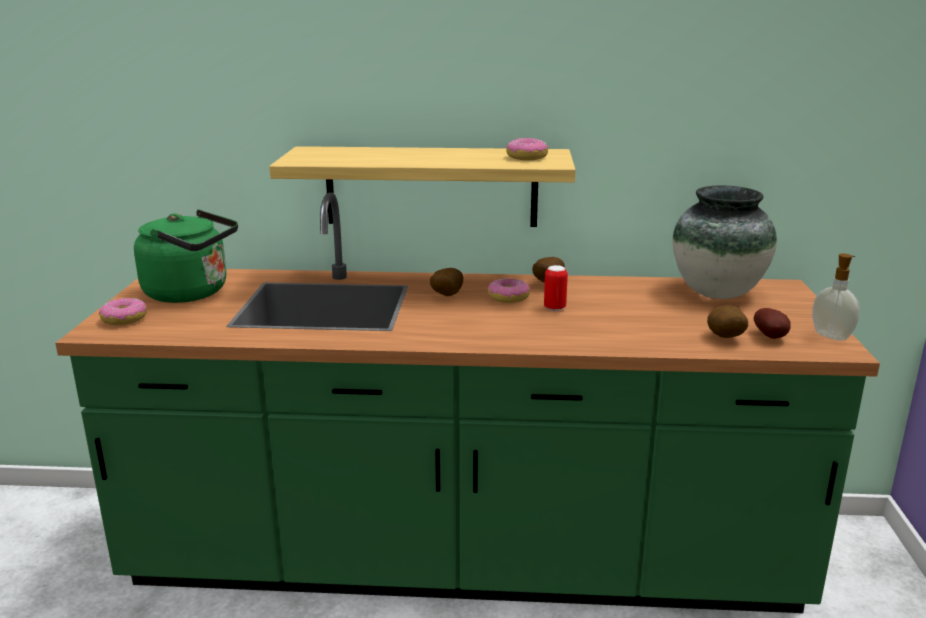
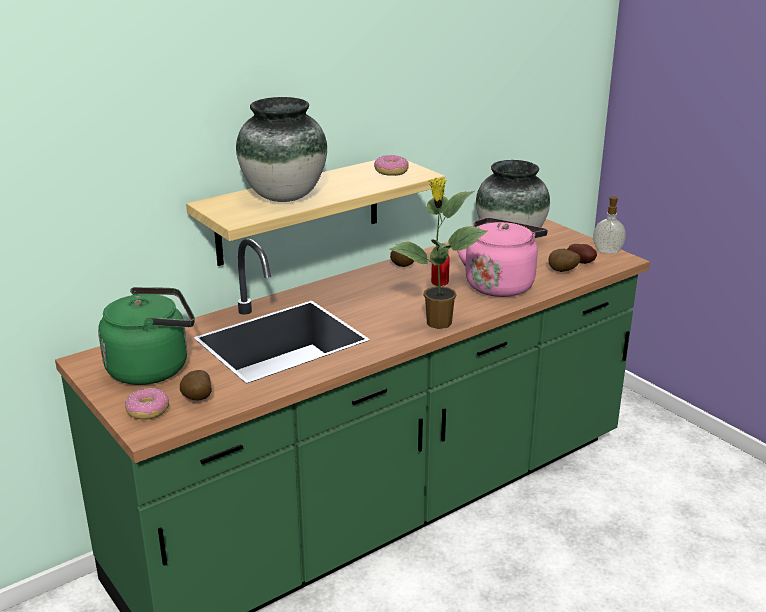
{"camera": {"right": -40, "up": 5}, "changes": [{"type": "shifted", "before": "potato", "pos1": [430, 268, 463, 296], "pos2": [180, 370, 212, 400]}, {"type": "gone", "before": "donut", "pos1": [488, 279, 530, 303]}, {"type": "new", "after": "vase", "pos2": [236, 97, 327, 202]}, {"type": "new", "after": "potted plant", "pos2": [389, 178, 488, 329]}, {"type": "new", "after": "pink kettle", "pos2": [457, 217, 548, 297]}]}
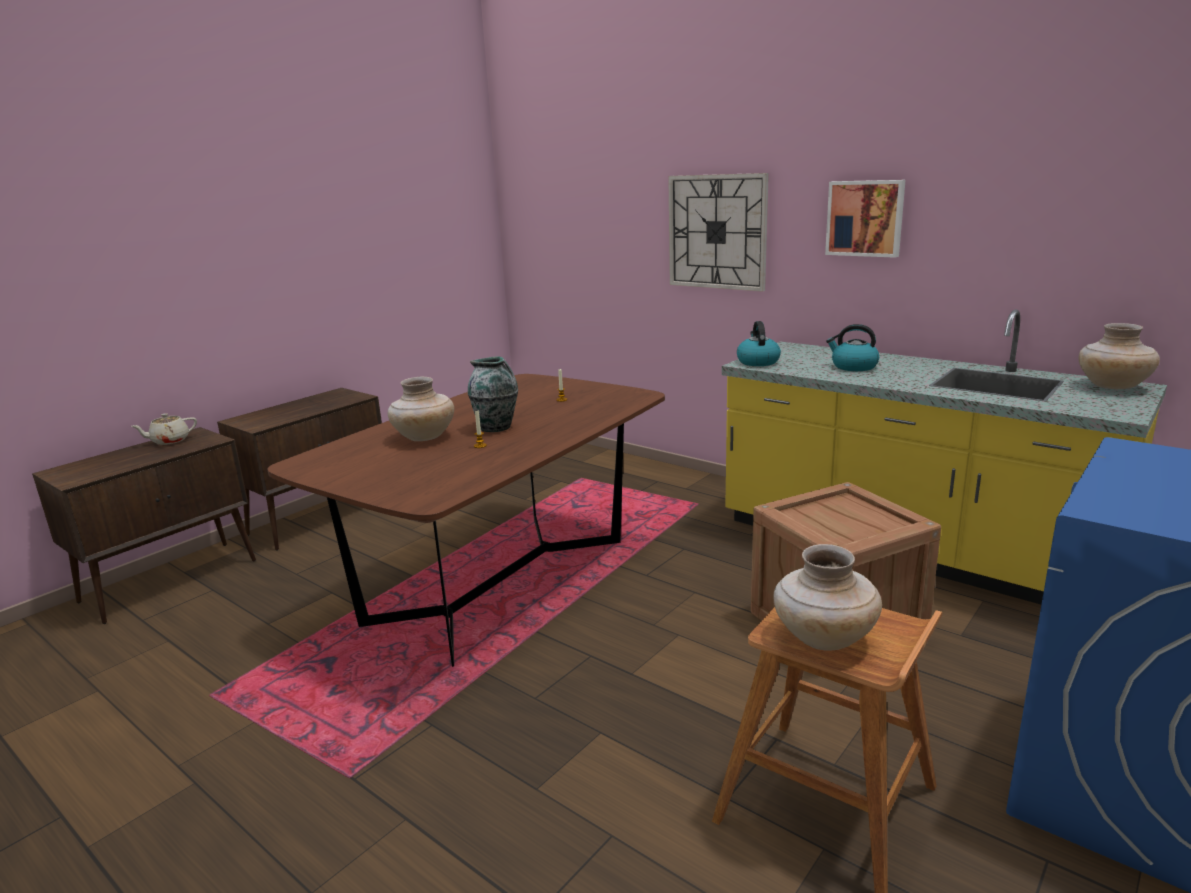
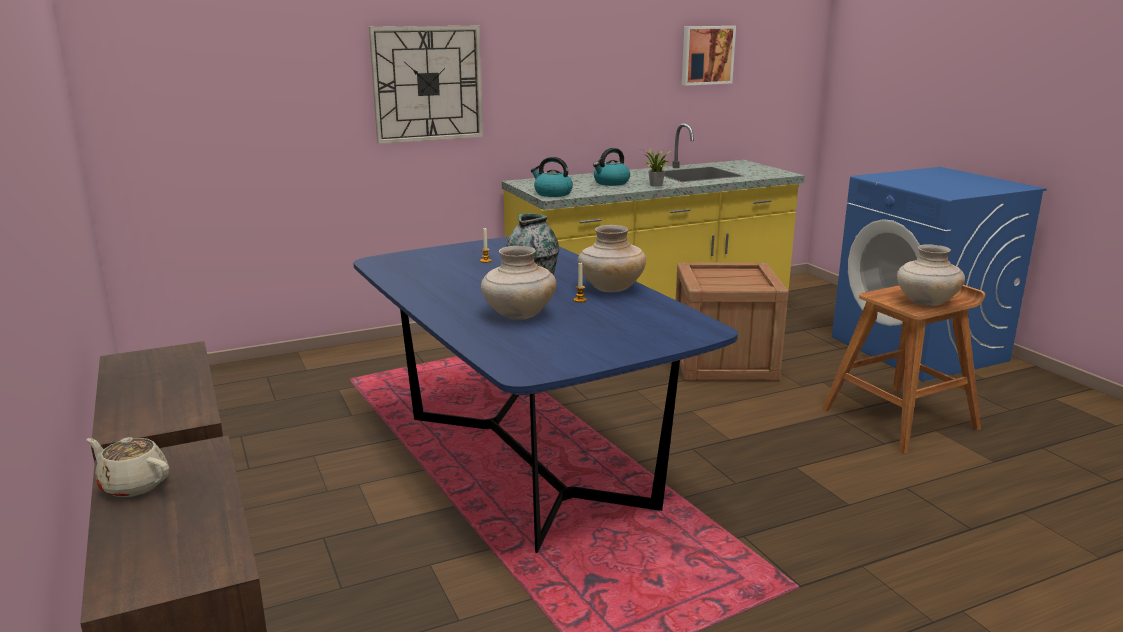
{"camera": {"right": -65, "up": 0}, "changes": [{"type": "shifted", "before": "picture", "pos1": [825, 180, 905, 258], "pos2": [682, 26, 736, 86]}, {"type": "shifted", "before": "beige vase", "pos1": [1078, 323, 1160, 389], "pos2": [578, 225, 646, 292]}, {"type": "repainted", "before": "brown dining table", "after": "blue dining table", "pos1": [268, 374, 665, 667], "pos2": [353, 237, 738, 553]}, {"type": "rotated", "before": "beige teapot", "pos1": [131, 413, 197, 445], "pos2": [87, 437, 169, 497], "turn": 120}, {"type": "new", "after": "potted plant", "pos2": [641, 147, 671, 187]}]}
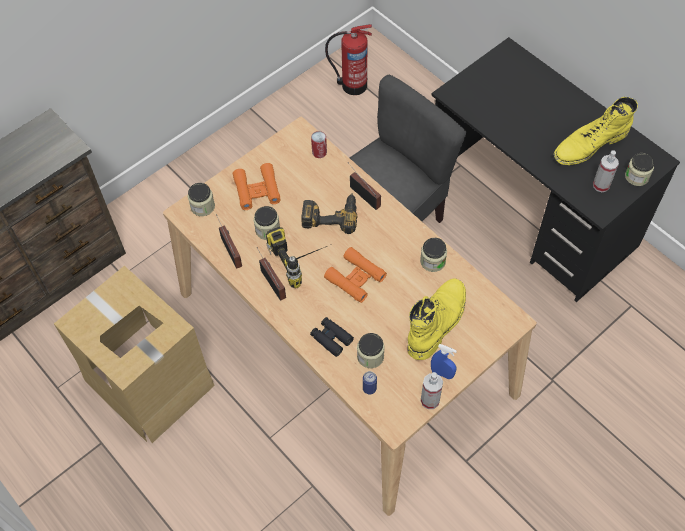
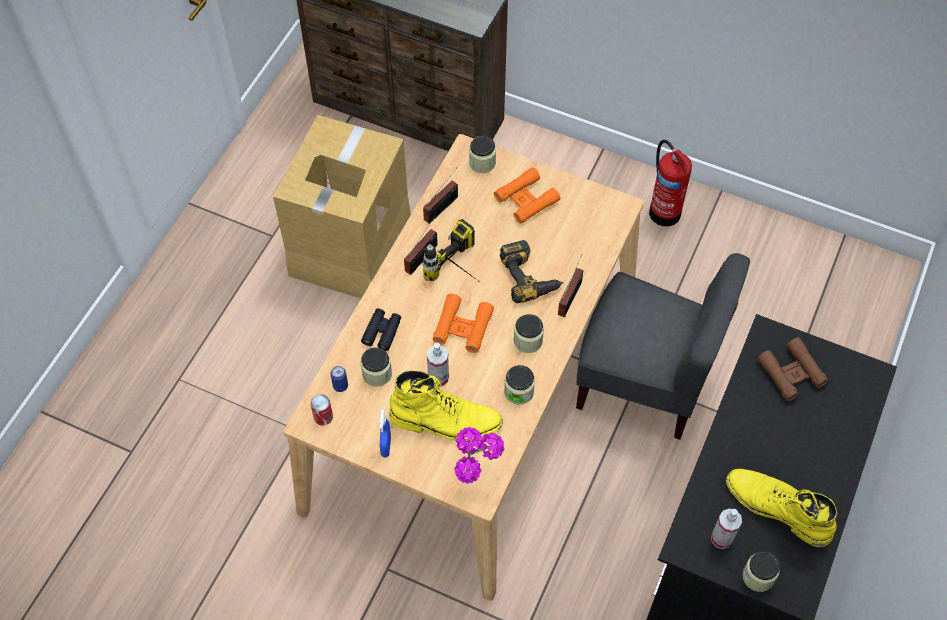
{"camera": {"right": 65, "up": 0}, "changes": [{"type": "shifted", "before": "fire extinguisher", "pos1": [325, 24, 372, 95], "pos2": [649, 140, 692, 226]}, {"type": "shifted", "before": "can", "pos1": [311, 131, 327, 158], "pos2": [311, 394, 333, 426]}, {"type": "shifted", "before": "jar", "pos1": [254, 206, 280, 240], "pos2": [514, 314, 544, 353]}, {"type": "shifted", "before": "spray bottle", "pos1": [421, 372, 443, 409], "pos2": [427, 343, 449, 387]}, {"type": "new", "after": "brown binoculars", "pos2": [757, 337, 828, 401]}, {"type": "new", "after": "potted plant", "pos2": [454, 427, 505, 484]}]}
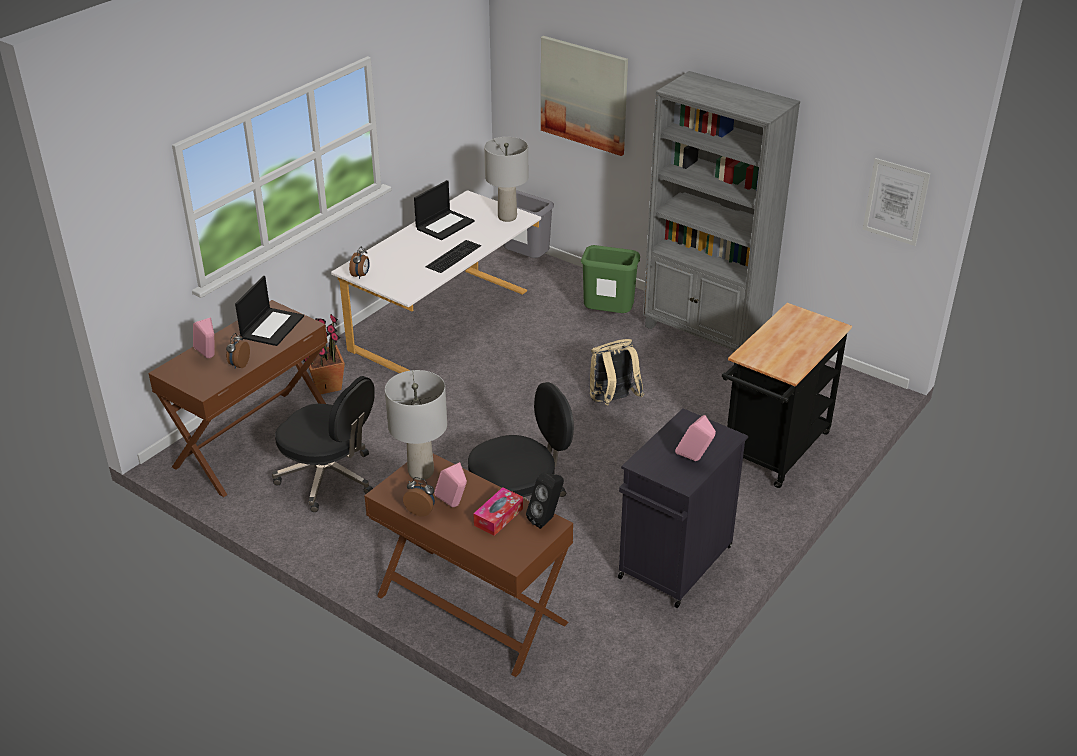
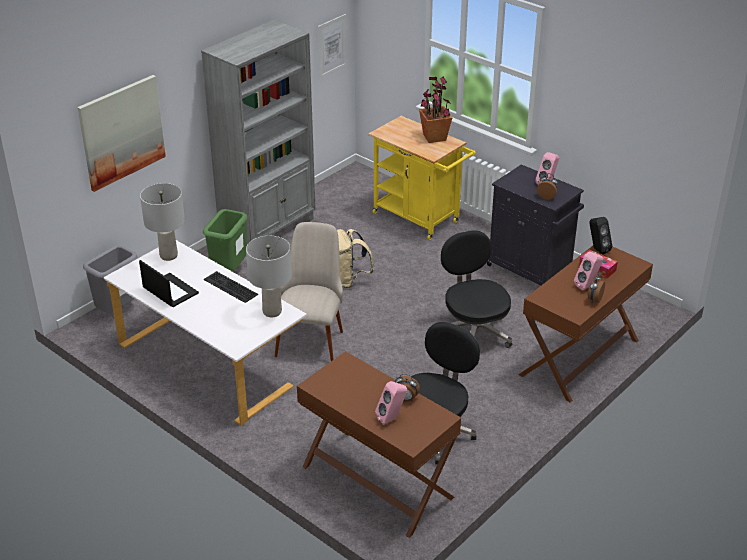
{"camera": {"right": -85, "up": 0}, "changes": [{"type": "shifted", "before": "alarm clock", "pos1": [349, 247, 370, 279], "pos2": [537, 173, 558, 200]}, {"type": "gone", "before": "laptop", "pos1": [235, 276, 304, 346]}, {"type": "repainted", "before": "black cart", "after": "yellow cart", "pos1": [722, 303, 852, 488], "pos2": [369, 116, 476, 240]}, {"type": "shifted", "before": "potted plant", "pos1": [303, 314, 345, 394], "pos2": [419, 77, 452, 143]}, {"type": "shifted", "before": "grey table lamp", "pos1": [385, 370, 447, 480], "pos2": [246, 236, 292, 317]}, {"type": "new", "after": "beige chair", "pos2": [275, 222, 343, 361]}]}
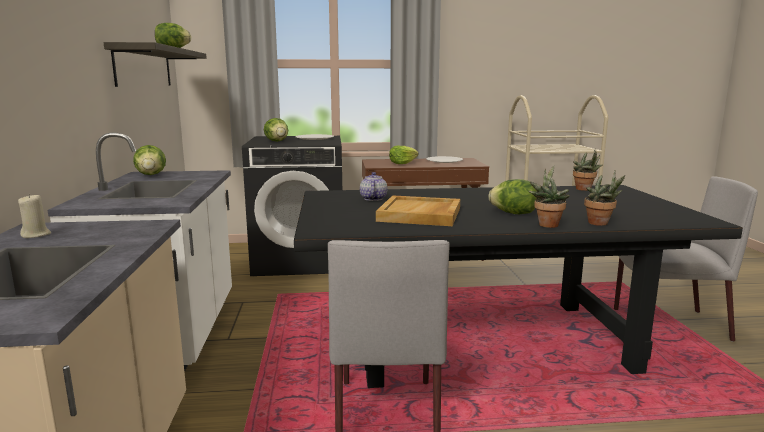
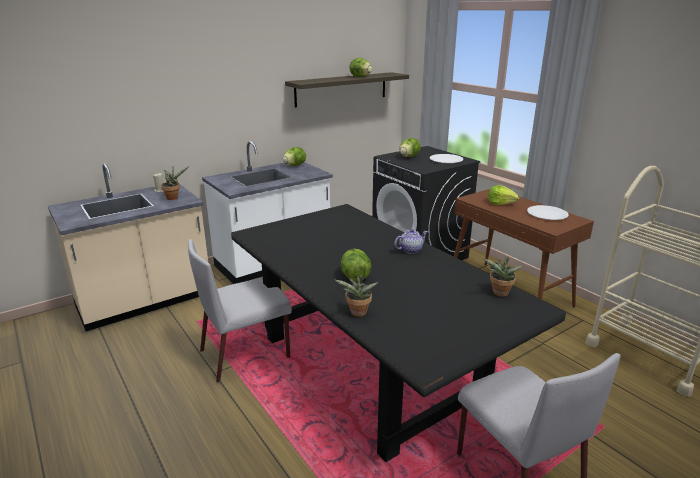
{"camera": {"right": 60, "up": 10}, "changes": [{"type": "shifted", "before": "potted plant", "pos1": [529, 166, 570, 228], "pos2": [161, 166, 189, 200]}, {"type": "shifted", "before": "teapot", "pos1": [360, 172, 387, 201], "pos2": [394, 229, 428, 254]}, {"type": "gone", "before": "beige tray", "pos1": [376, 195, 460, 226]}]}
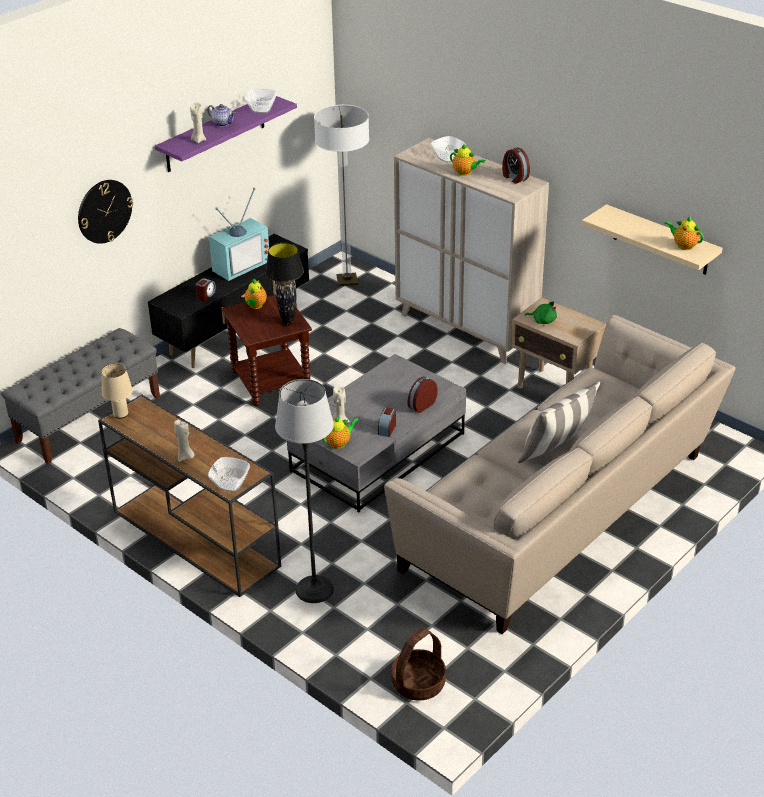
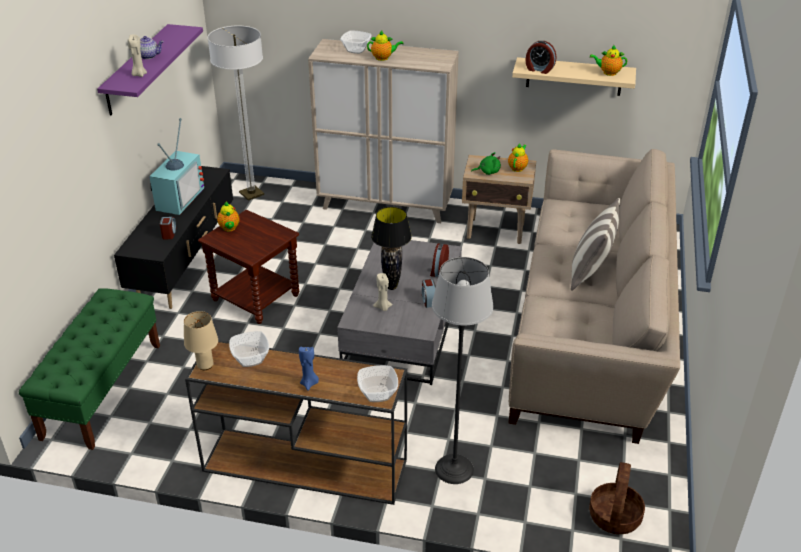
{"camera": {"right": -30, "up": 0}, "changes": [{"type": "shifted", "before": "bowl", "pos1": [245, 89, 277, 113], "pos2": [229, 331, 269, 367]}, {"type": "shifted", "before": "alarm clock", "pos1": [502, 147, 530, 184], "pos2": [525, 41, 556, 74]}, {"type": "gone", "before": "wall clock", "pos1": [78, 180, 133, 244]}, {"type": "shifted", "before": "black table lamp", "pos1": [265, 243, 304, 325], "pos2": [371, 207, 412, 290]}, {"type": "repainted", "before": "grey bench", "after": "green bench", "pos1": [1, 328, 160, 464], "pos2": [19, 288, 160, 450]}, {"type": "shifted", "before": "teapot", "pos1": [323, 416, 359, 449], "pos2": [508, 144, 528, 172]}, {"type": "repainted", "before": "beige candle", "after": "blue candle", "pos1": [174, 420, 194, 462], "pos2": [299, 346, 319, 391]}]}
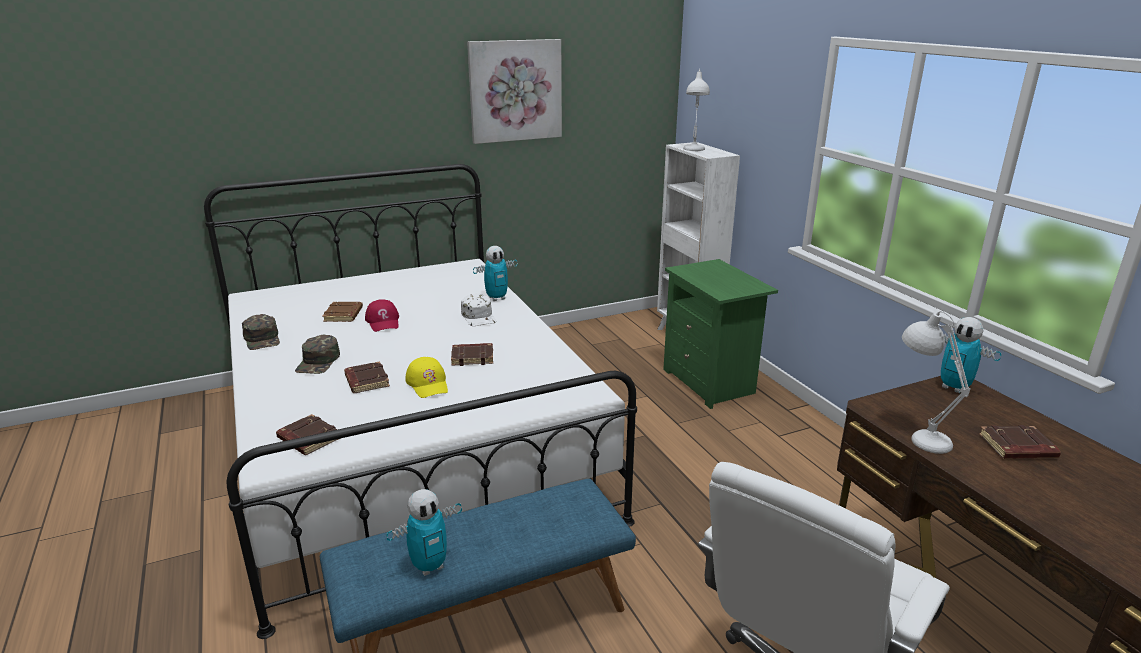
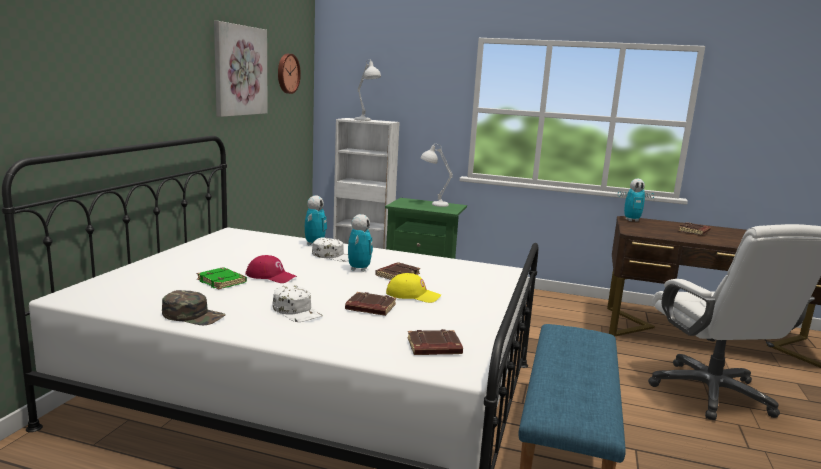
{"camera": {"right": -50, "up": -10}, "changes": [{"type": "repainted", "before": "brown book", "after": "green book", "pos1": [322, 302, 363, 322], "pos2": [197, 267, 247, 290]}, {"type": "shifted", "before": "white table lamp", "pos1": [902, 311, 971, 454], "pos2": [421, 144, 453, 207]}, {"type": "repainted", "before": "green cap", "after": "white cap", "pos1": [295, 335, 340, 374], "pos2": [272, 284, 323, 322]}, {"type": "shifted", "before": "toy robot", "pos1": [386, 489, 462, 576], "pos2": [348, 214, 373, 272]}, {"type": "new", "after": "wall clock", "pos2": [278, 54, 301, 94]}]}
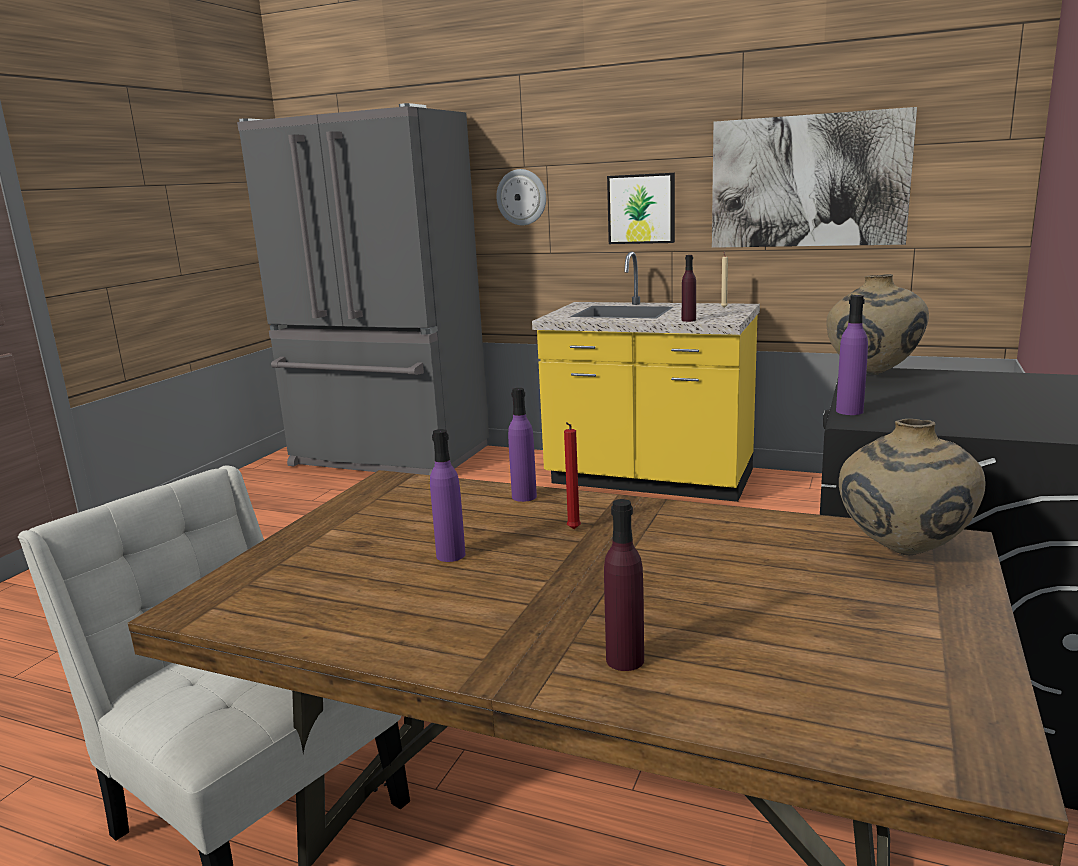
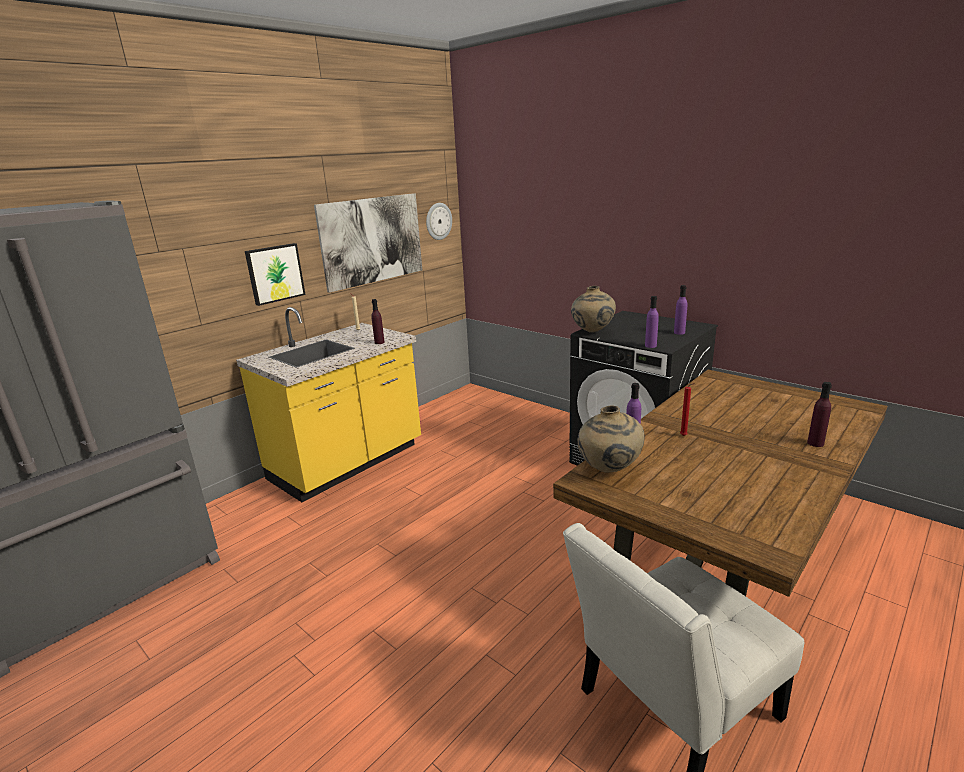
{"camera": {"right": -70, "up": 5}, "changes": [{"type": "shifted", "before": "wall clock", "pos1": [496, 169, 546, 225], "pos2": [426, 203, 452, 240]}, {"type": "shifted", "before": "beige vase", "pos1": [839, 419, 985, 555], "pos2": [577, 405, 645, 472]}, {"type": "shifted", "before": "purple bottle", "pos1": [430, 429, 465, 562], "pos2": [674, 285, 687, 335]}]}
